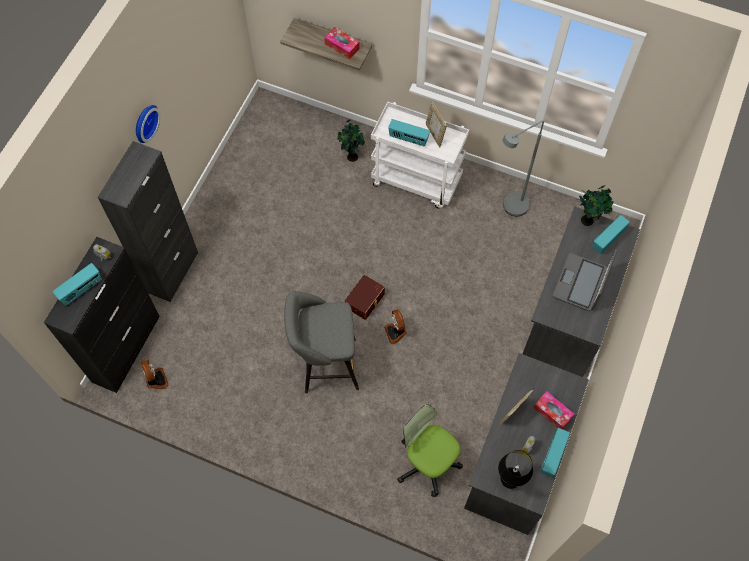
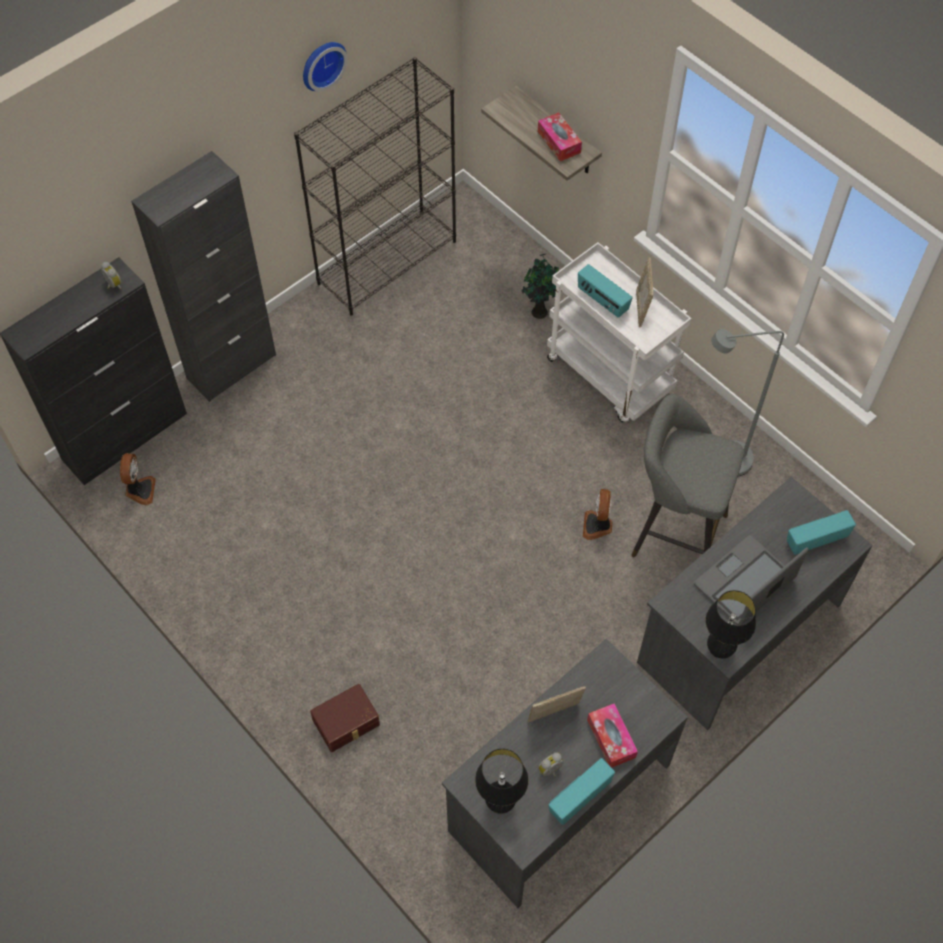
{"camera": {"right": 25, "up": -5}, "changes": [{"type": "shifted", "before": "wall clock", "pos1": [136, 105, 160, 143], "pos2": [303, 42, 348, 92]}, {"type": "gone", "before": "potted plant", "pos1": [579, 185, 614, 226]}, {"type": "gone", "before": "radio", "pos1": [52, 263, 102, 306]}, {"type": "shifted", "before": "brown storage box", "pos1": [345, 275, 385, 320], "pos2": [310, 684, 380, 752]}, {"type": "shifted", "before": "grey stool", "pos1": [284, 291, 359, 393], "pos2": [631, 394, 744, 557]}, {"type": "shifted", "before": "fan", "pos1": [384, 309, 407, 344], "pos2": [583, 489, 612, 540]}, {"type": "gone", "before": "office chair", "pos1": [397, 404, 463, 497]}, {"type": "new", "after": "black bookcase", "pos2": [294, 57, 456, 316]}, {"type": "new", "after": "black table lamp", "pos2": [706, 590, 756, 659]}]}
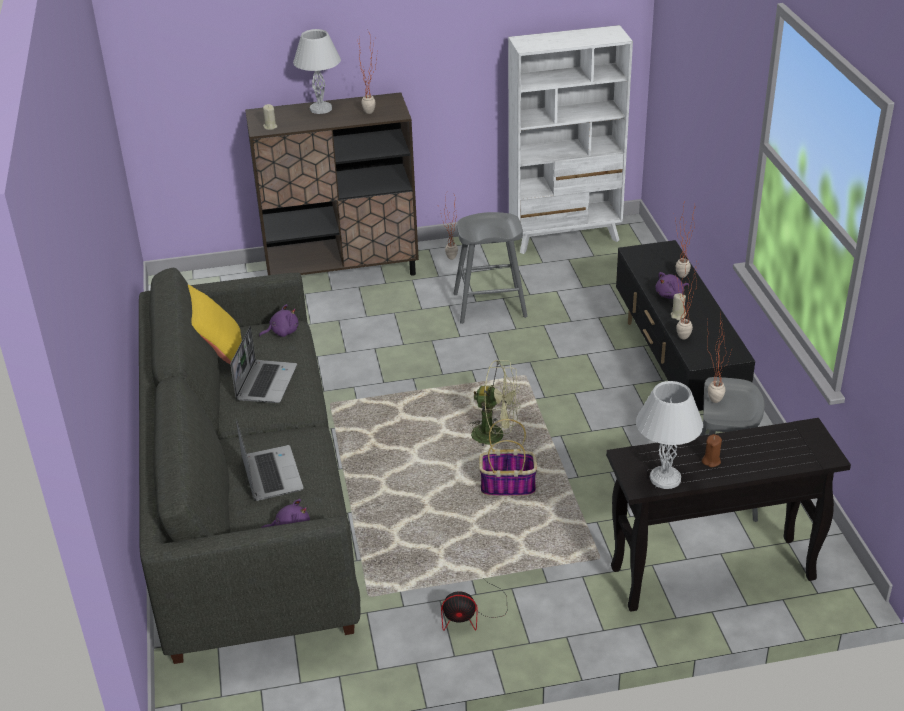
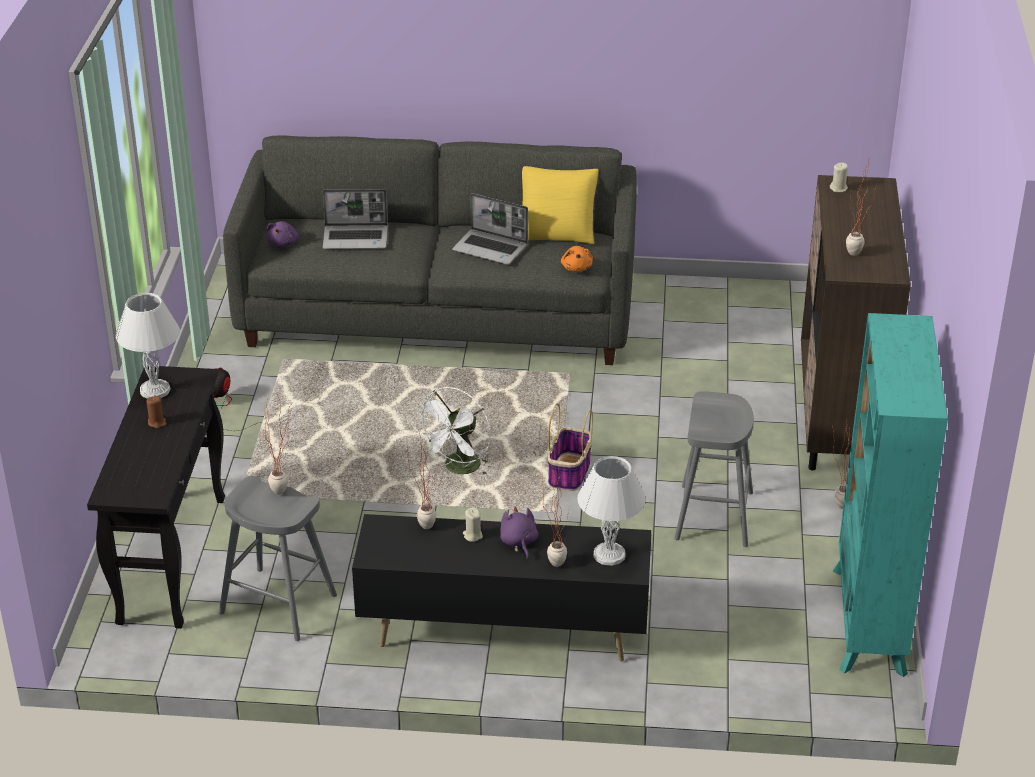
{"camera": {"right": 105, "up": 0}, "changes": [{"type": "repainted", "before": "white bookcase", "after": "turquoise bookcase", "pos1": [508, 25, 633, 254], "pos2": [833, 313, 948, 677]}, {"type": "shifted", "before": "white table lamp", "pos1": [293, 29, 341, 114], "pos2": [577, 456, 646, 566]}, {"type": "repainted", "before": "purple plush toy", "after": "orange plush toy", "pos1": [259, 304, 299, 337], "pos2": [561, 246, 593, 272]}, {"type": "repainted", "before": "green fan", "after": "white fan", "pos1": [470, 360, 520, 446], "pos2": [415, 387, 491, 476]}, {"type": "shifted", "before": "basket", "pos1": [479, 419, 537, 496], "pos2": [547, 403, 593, 491]}]}
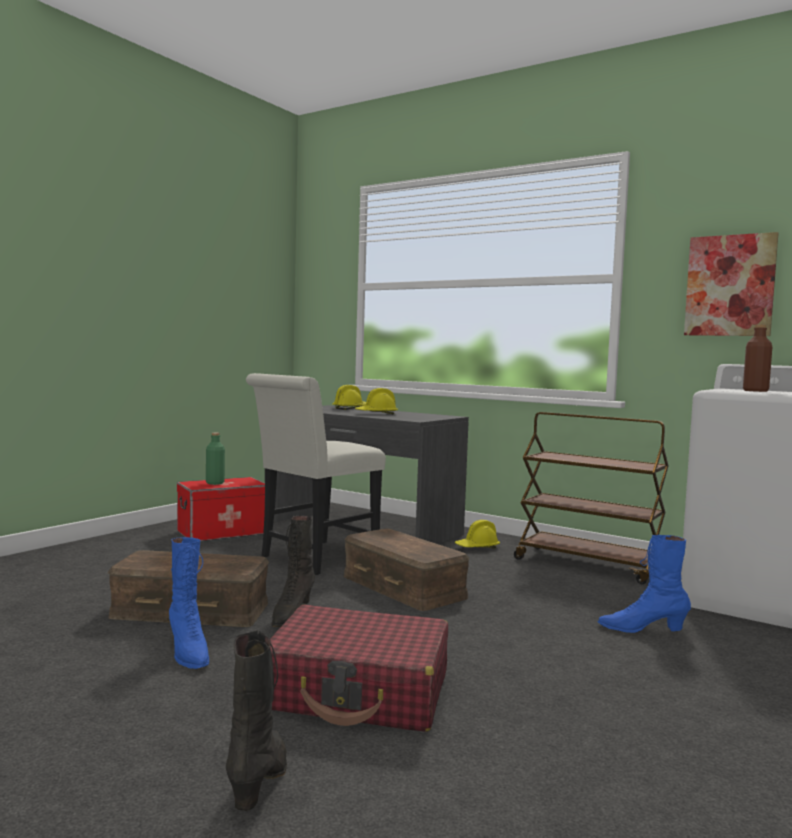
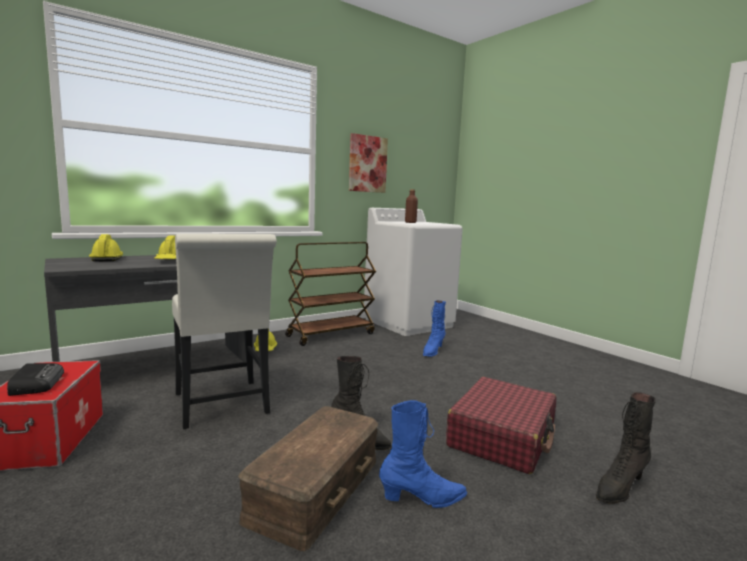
{"camera": {"right": -70, "up": 5}, "changes": [{"type": "swapped", "before": "green bottle", "after": "radio", "pos1": [206, 433, 225, 485], "pos2": [7, 363, 64, 396]}, {"type": "gone", "before": "brown storage box", "pos1": [344, 529, 470, 611]}, {"type": "rotated", "before": "black boot", "pos1": [226, 630, 287, 811], "pos2": [596, 392, 656, 504], "turn": -60}]}
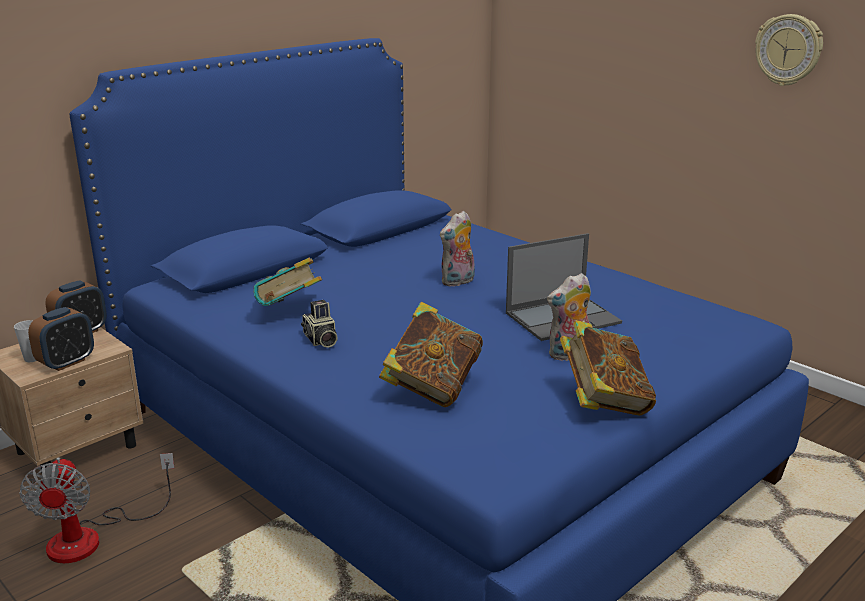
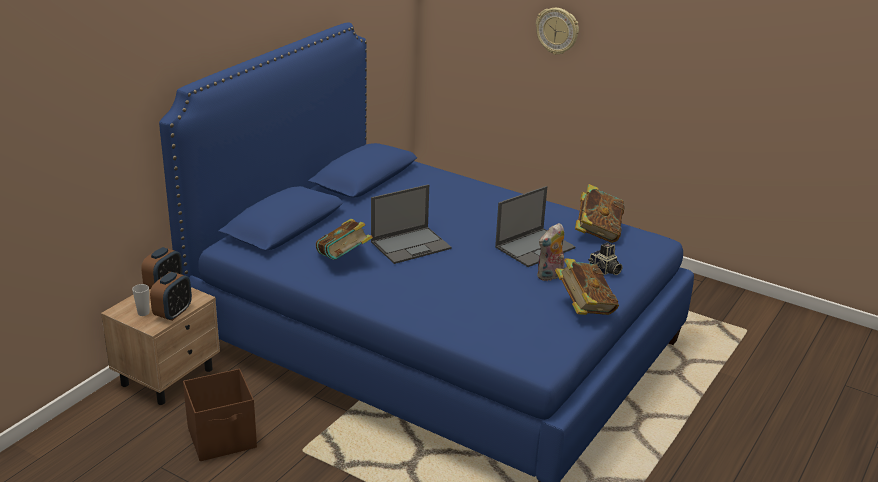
{"camera": {"right": -15, "up": 5}, "changes": [{"type": "shifted", "before": "wall clock", "pos1": [755, 14, 823, 86], "pos2": [536, 8, 579, 55]}, {"type": "gone", "before": "plush toy", "pos1": [440, 211, 475, 287]}, {"type": "shifted", "before": "photo camera", "pos1": [301, 300, 338, 348], "pos2": [588, 243, 623, 275]}, {"type": "shifted", "before": "book", "pos1": [379, 302, 483, 407], "pos2": [575, 184, 624, 243]}, {"type": "swapped", "before": "fan", "after": "brown storage box", "pos1": [19, 453, 175, 564], "pos2": [183, 369, 257, 461]}, {"type": "new", "after": "laptop", "pos2": [371, 184, 452, 264]}]}
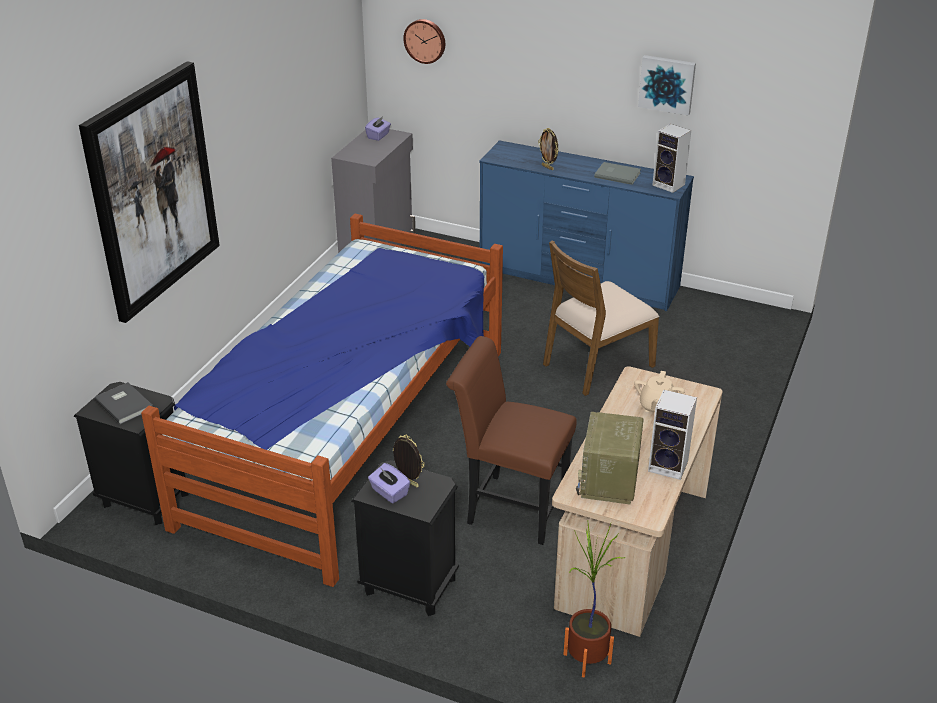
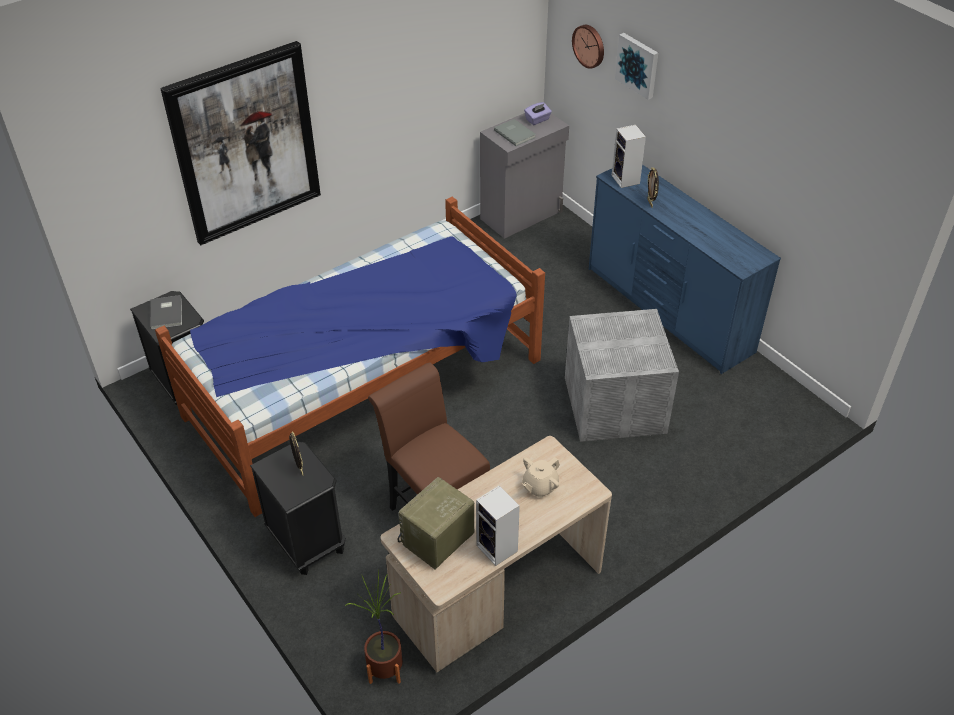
{"camera": {"right": 30, "up": 10}, "changes": [{"type": "shifted", "before": "picture", "pos1": [638, 55, 696, 115], "pos2": [615, 33, 658, 100]}, {"type": "shifted", "before": "speaker", "pos1": [652, 124, 691, 193], "pos2": [611, 125, 646, 188]}, {"type": "shifted", "before": "grey book", "pos1": [594, 162, 641, 185], "pos2": [494, 119, 536, 146]}, {"type": "swapped", "before": "brown chair", "after": "grey storage box", "pos1": [543, 241, 659, 396], "pos2": [565, 309, 679, 442]}, {"type": "gone", "before": "purple tissue box", "pos1": [368, 463, 410, 504]}]}
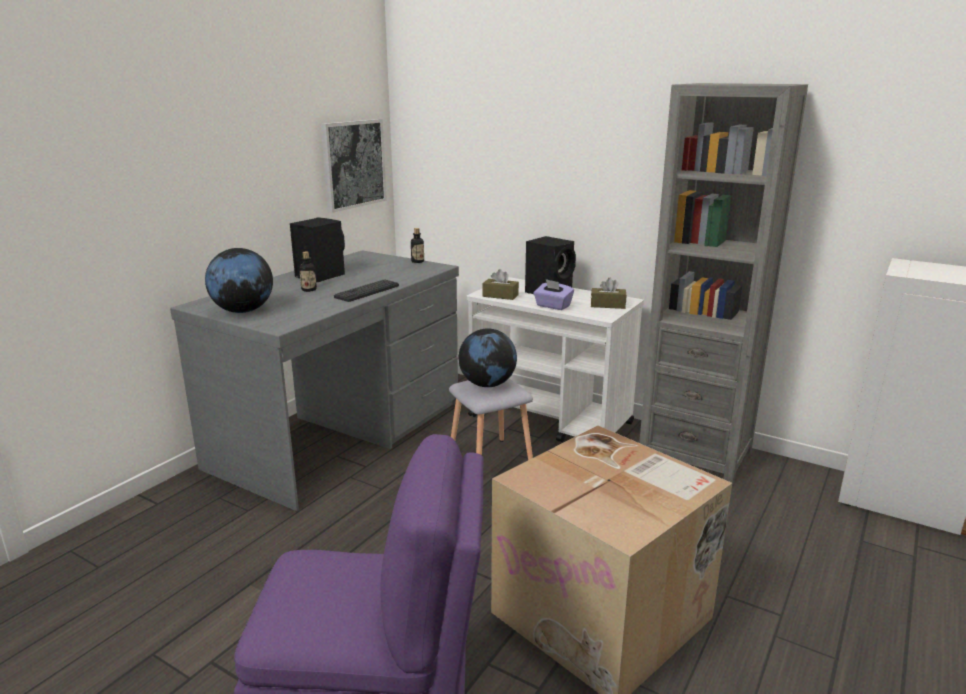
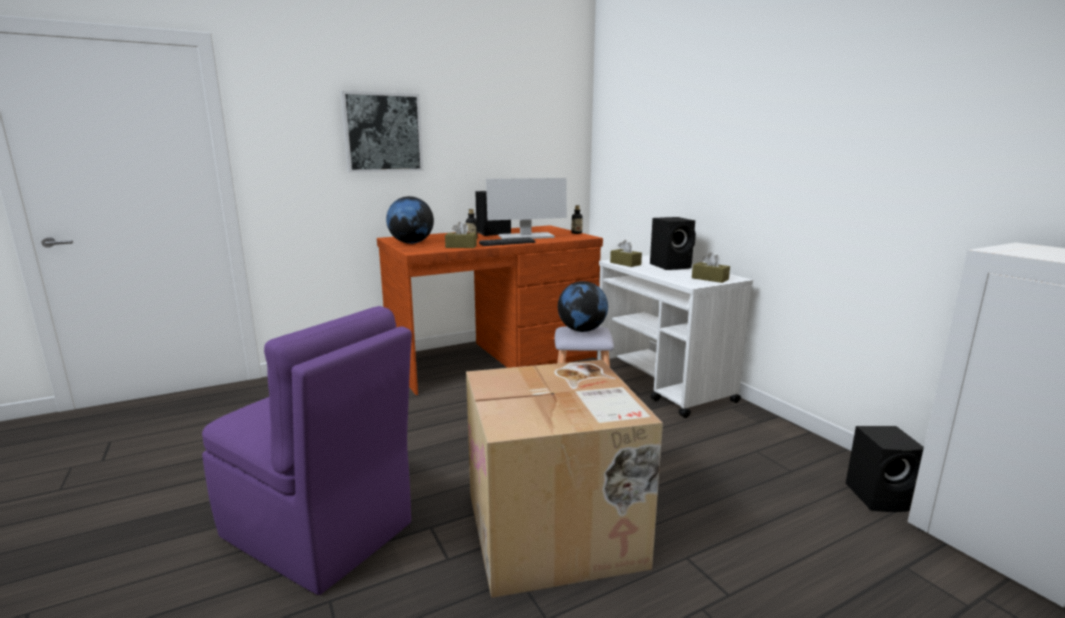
{"camera": {"right": 30, "up": -5}, "changes": [{"type": "gone", "before": "grey bookcase", "pos1": [639, 83, 808, 485]}, {"type": "shifted", "before": "picture", "pos1": [321, 119, 387, 213], "pos2": [341, 91, 423, 172]}, {"type": "repainted", "before": "grey desk", "after": "brown desk", "pos1": [170, 250, 459, 511], "pos2": [377, 225, 603, 395]}, {"type": "gone", "before": "purple tissue box", "pos1": [533, 279, 574, 310]}, {"type": "new", "after": "monitor", "pos2": [486, 178, 567, 239]}, {"type": "new", "after": "brown tissue box", "pos2": [445, 222, 477, 248]}, {"type": "new", "after": "black speaker", "pos2": [846, 426, 924, 512]}]}
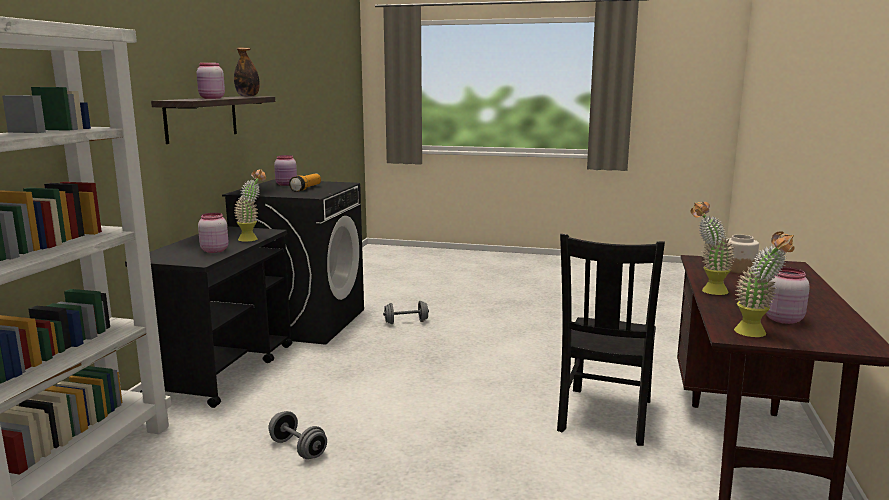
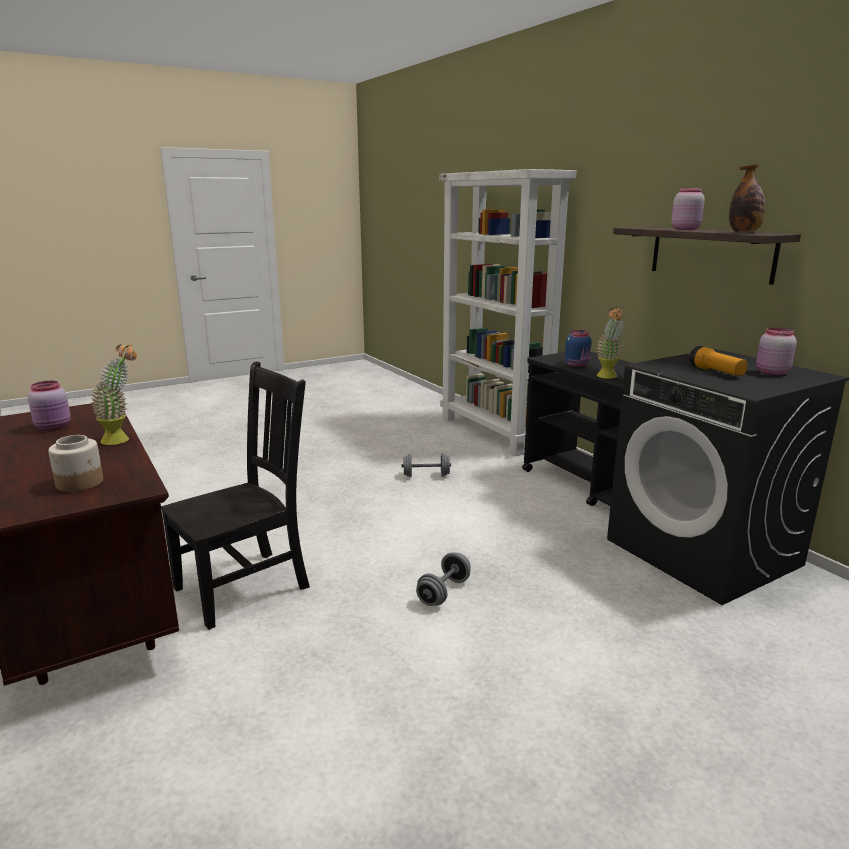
{"camera": {"right": 135, "up": 5}, "changes": [{"type": "repainted", "before": "pink jar", "after": "blue jar", "pos1": [198, 213, 229, 253], "pos2": [565, 330, 592, 367]}, {"type": "gone", "before": "potted plant", "pos1": [734, 231, 794, 337]}, {"type": "rotated", "before": "black chair", "pos1": [557, 234, 665, 446], "pos2": [161, 361, 310, 630], "turn": 75}, {"type": "shifted", "before": "grey dumbbell", "pos1": [383, 301, 429, 324], "pos2": [416, 553, 471, 606]}]}
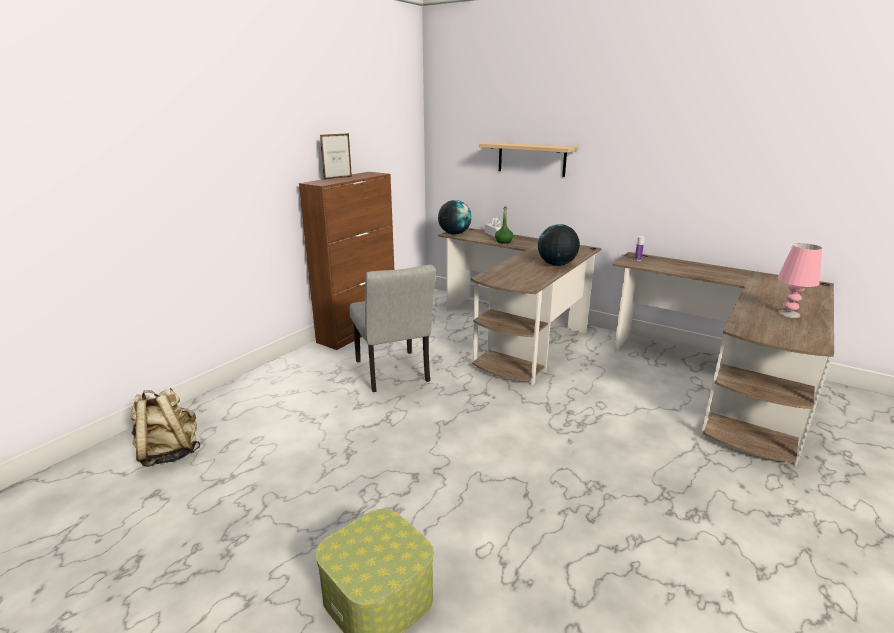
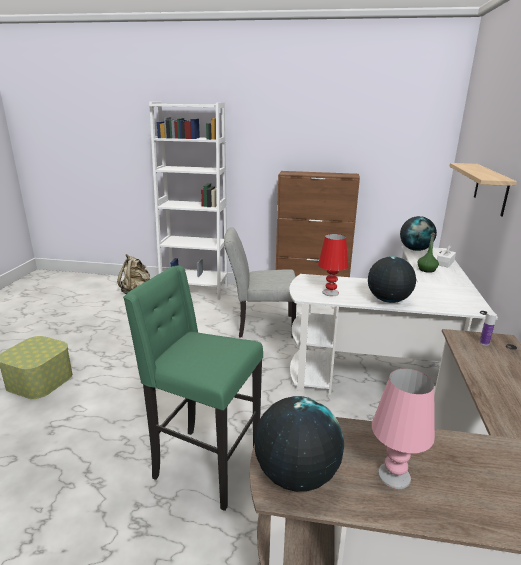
{"camera": {"right": 65, "up": 0}, "changes": [{"type": "gone", "before": "picture frame", "pos1": [320, 133, 352, 180]}, {"type": "repainted", "before": "brown desk", "after": "white desk", "pos1": [438, 228, 601, 385], "pos2": [289, 246, 498, 395]}, {"type": "rotated", "before": "grey chair", "pos1": [350, 265, 436, 392], "pos2": [224, 227, 296, 338], "turn": 45}, {"type": "new", "after": "white bookcase", "pos2": [149, 102, 228, 300]}, {"type": "new", "after": "red table lamp", "pos2": [318, 234, 348, 296]}, {"type": "new", "after": "green stool", "pos2": [123, 265, 263, 511]}, {"type": "new", "after": "globe", "pos2": [255, 396, 344, 492]}]}
